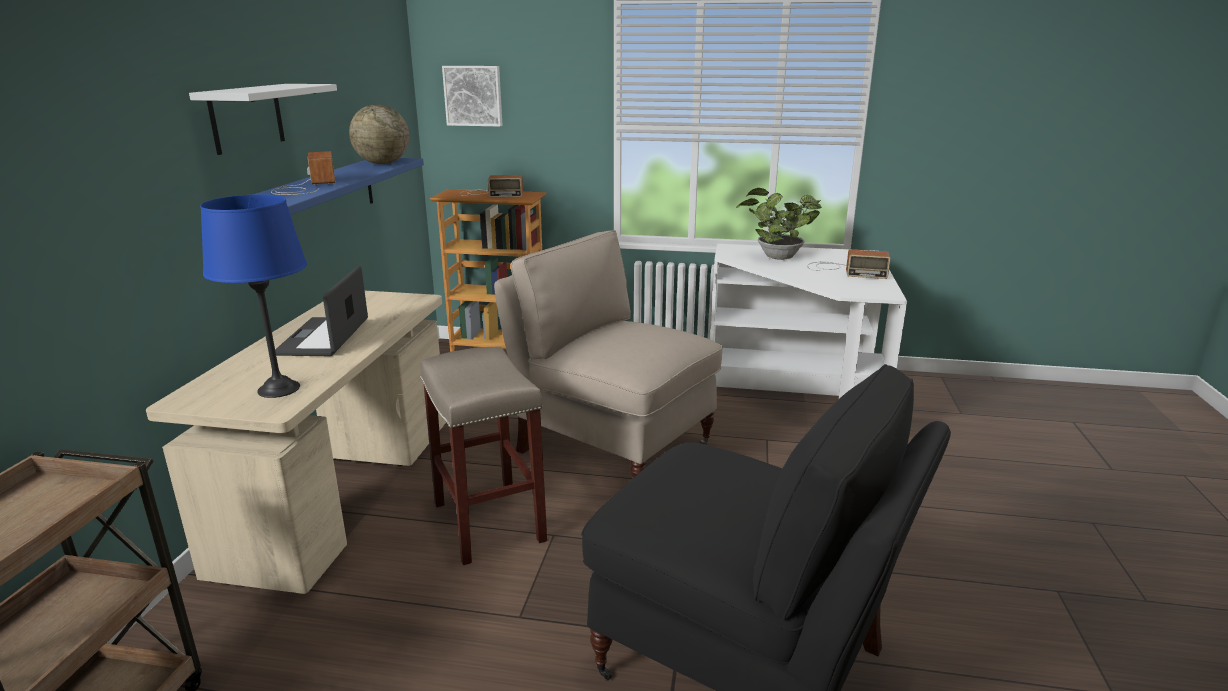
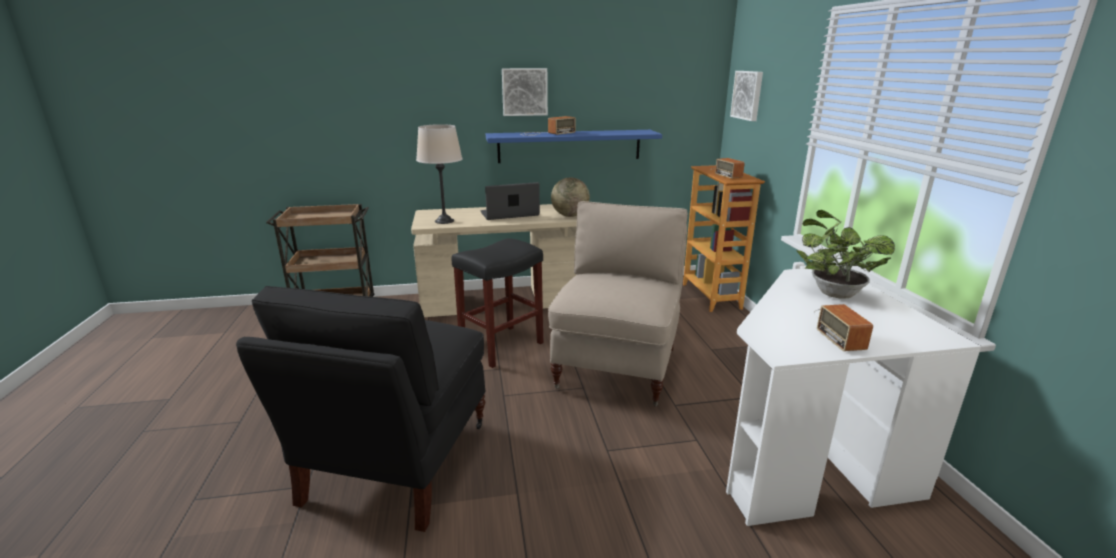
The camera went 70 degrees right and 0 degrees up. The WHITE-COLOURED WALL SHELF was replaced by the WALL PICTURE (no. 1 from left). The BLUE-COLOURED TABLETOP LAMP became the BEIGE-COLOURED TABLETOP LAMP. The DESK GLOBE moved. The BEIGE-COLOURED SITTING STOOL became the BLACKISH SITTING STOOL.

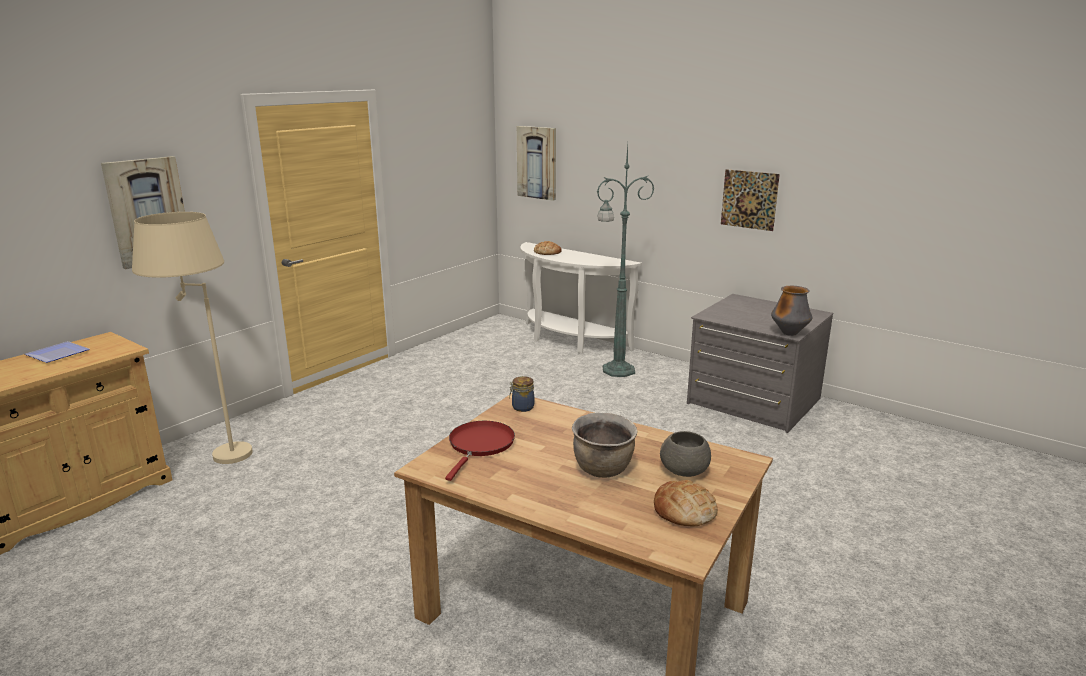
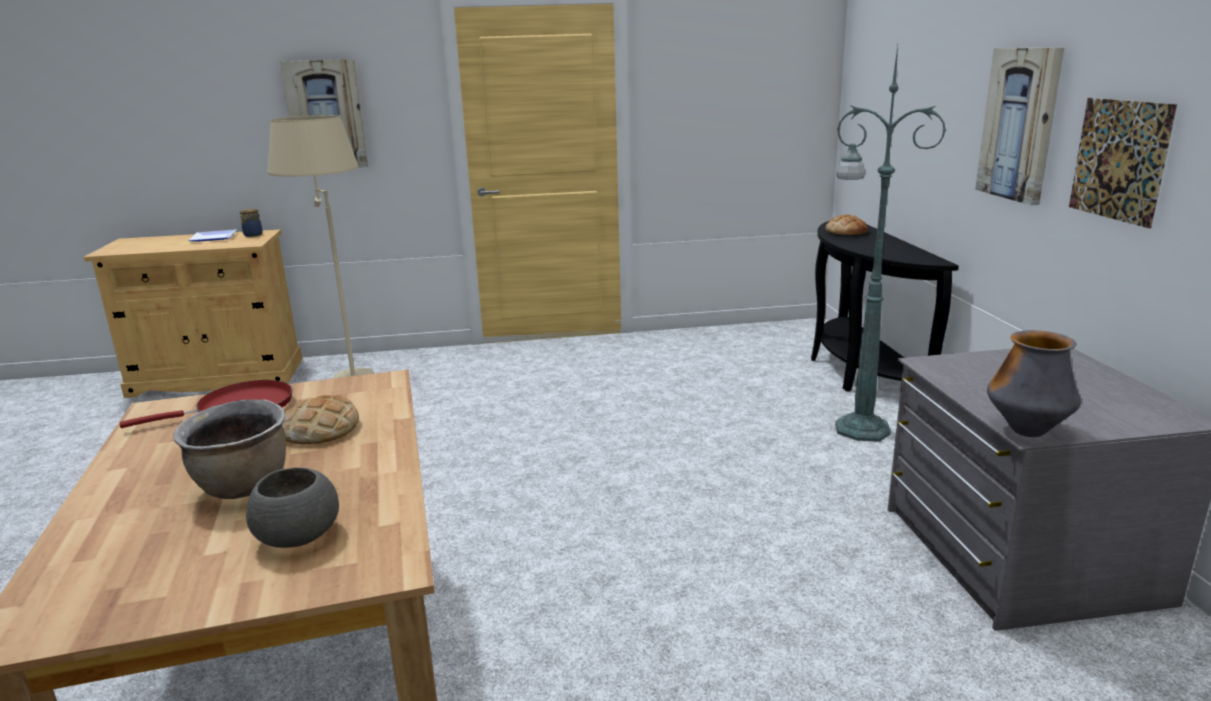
The camera went 45 degrees right and 0 degrees up. The JAR moved. The WALL PICTURE (no. 2 from left) moved. The WHITE-COLOURED CONSOLE TABLE became the BLACKISH CONSOLE TABLE. The BREAD (no. 2 from left in the first image) moved.

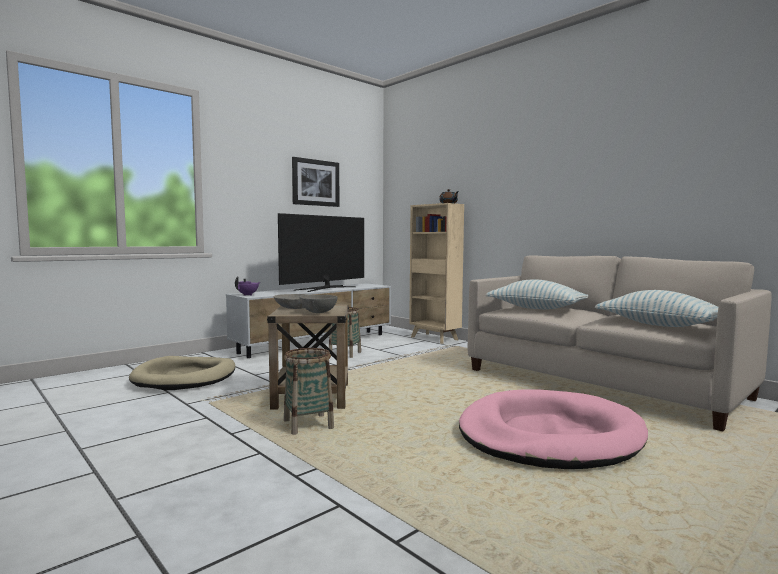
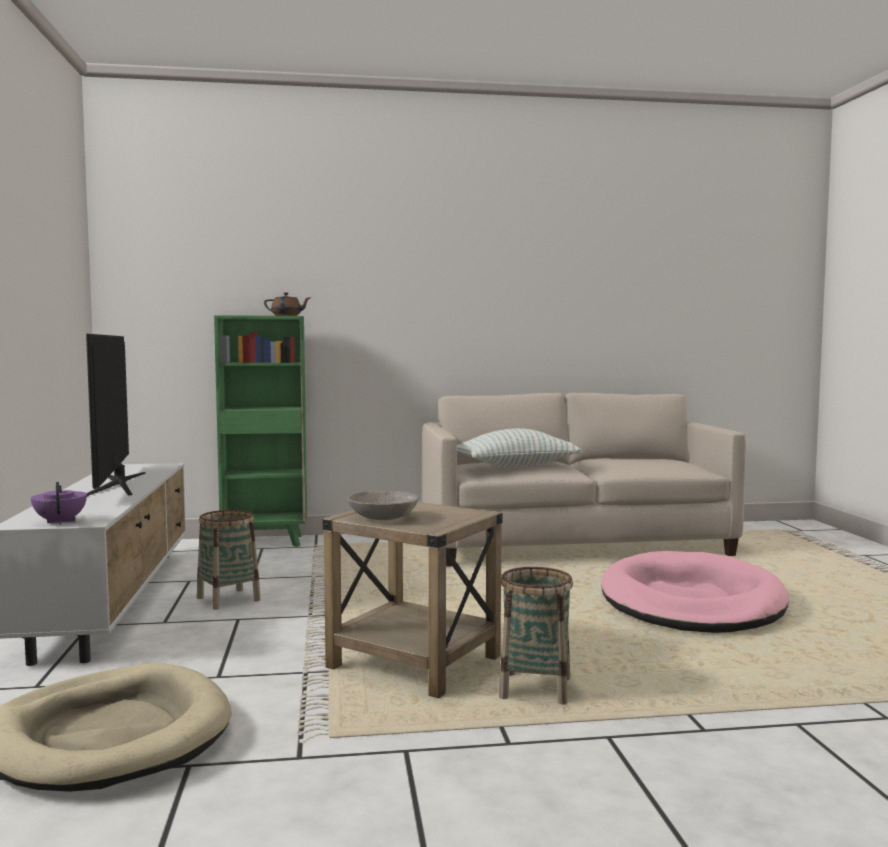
The camera went 55 degrees left and 0 degrees up. The WALL PICTURE disappeared. The GRAY SERVING BOWL (no. 2 from left) disappeared. The BEIGE-COLOURED BOOKCASE became the GREEN-COLOURED BOOKCASE. The CUSHION (no. 2 from left) disappeared.

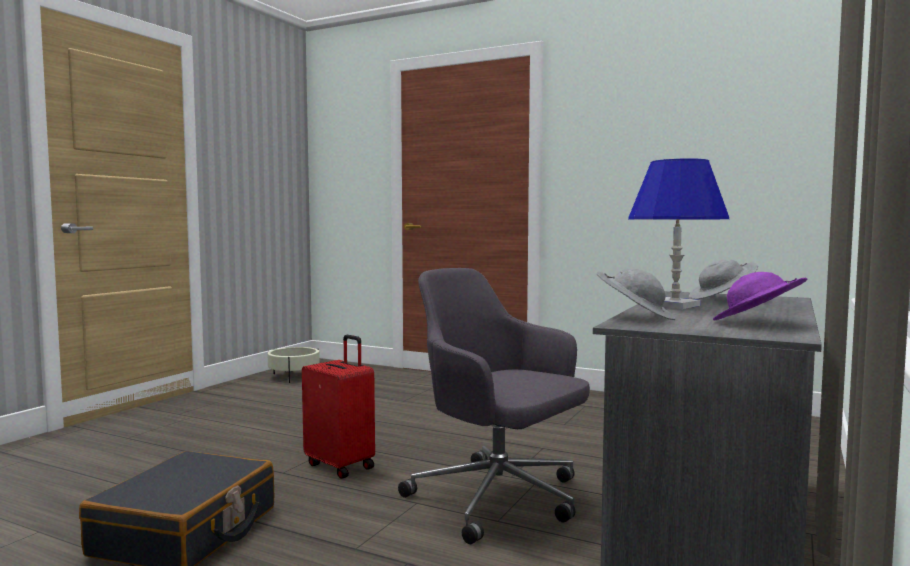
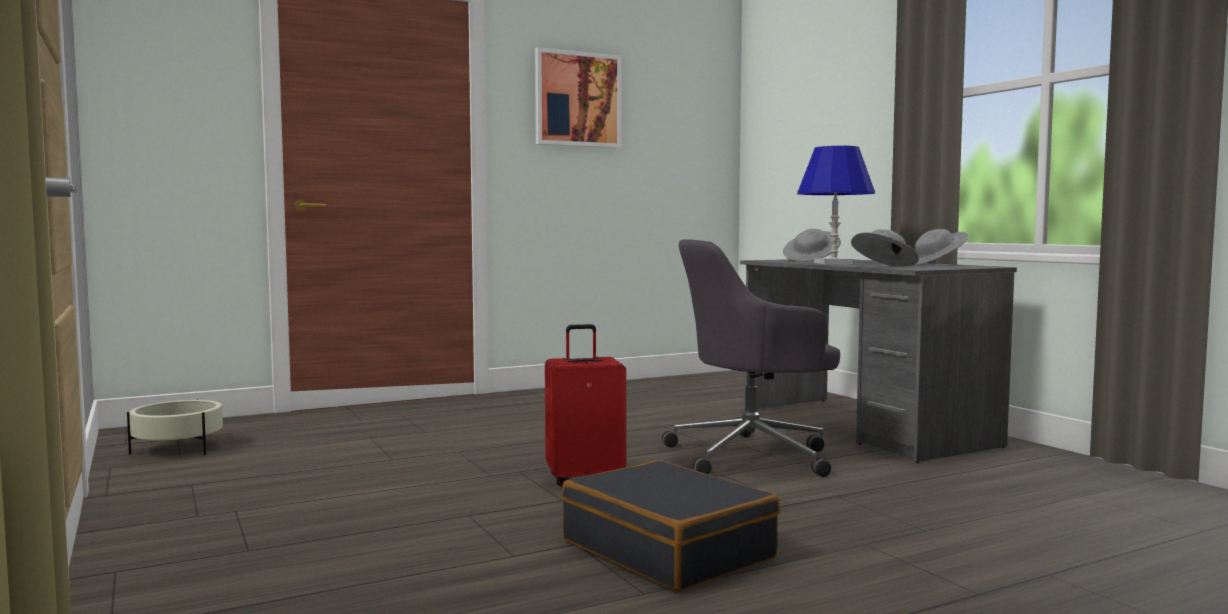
The camera went 55 degrees left and 0 degrees up. The PURPLE WEARABLE HAT became the GRAY WEARABLE HAT (no. 3 from left). The WALL PICTURE appeared.

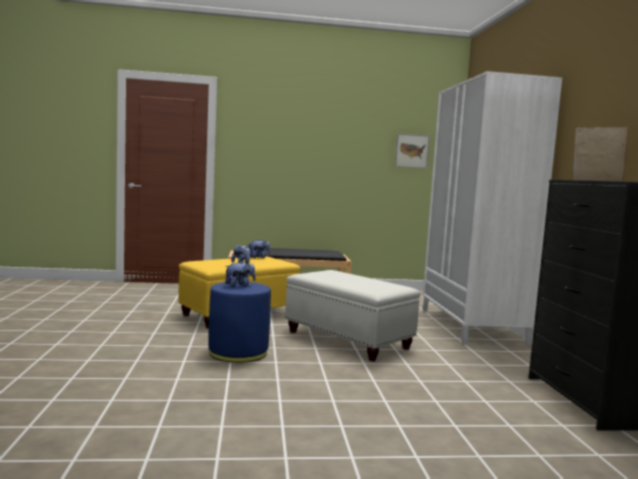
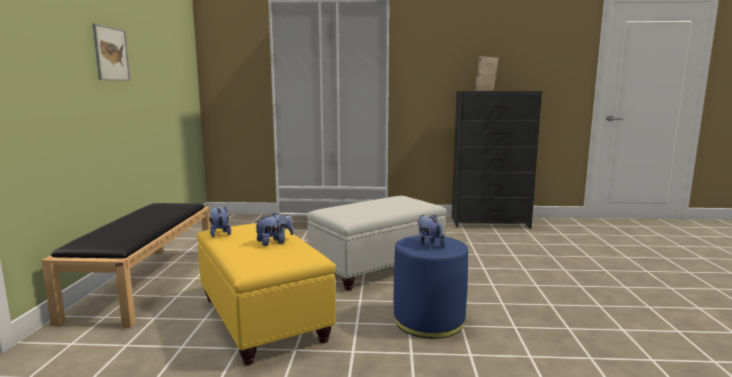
The camera went 80 degrees left and 5 degrees up. The WALL PICTURE moved.

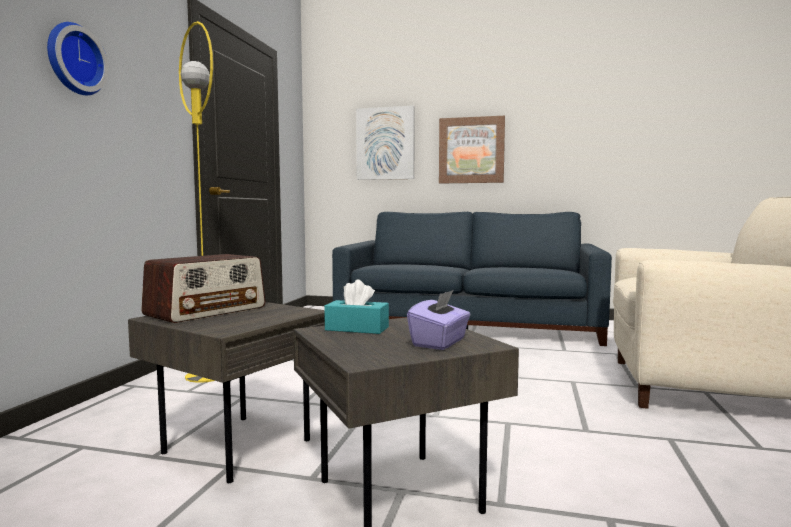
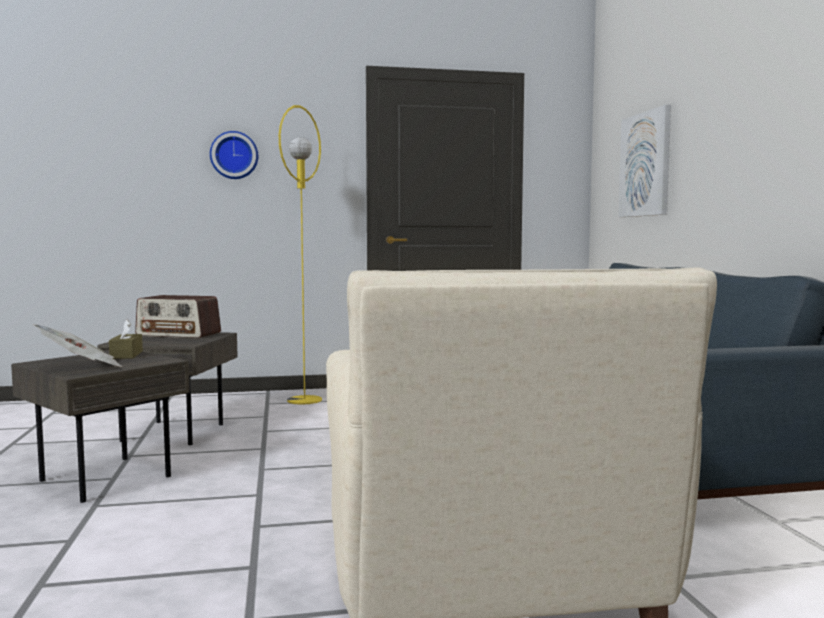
The camera went 65 degrees right and 0 degrees up. The TURQUOISE TISSUE BOX became the BROWNISH TISSUE BOX. The PURPLE TISSUE BOX was replaced by the NEWSPAPER. The WALL PICTURE (no. 2 from left) disappeared.

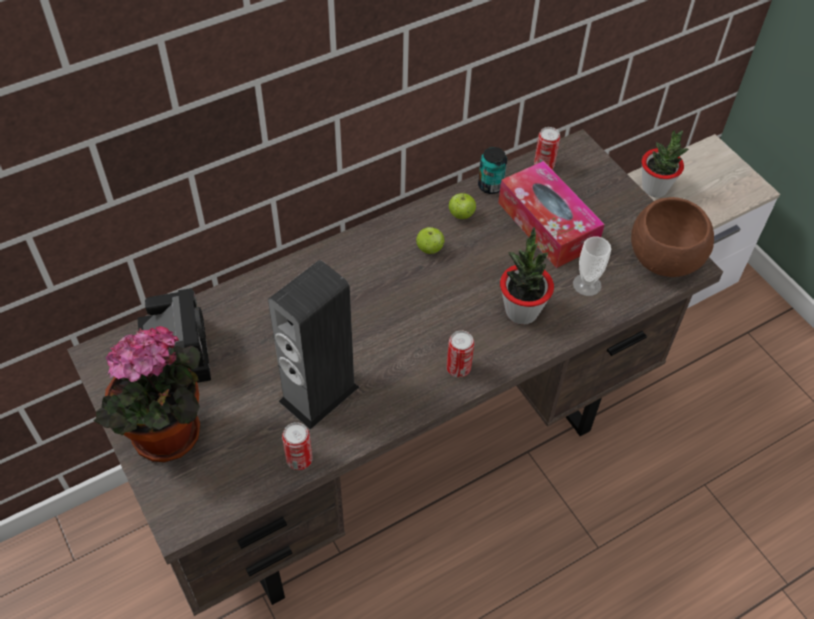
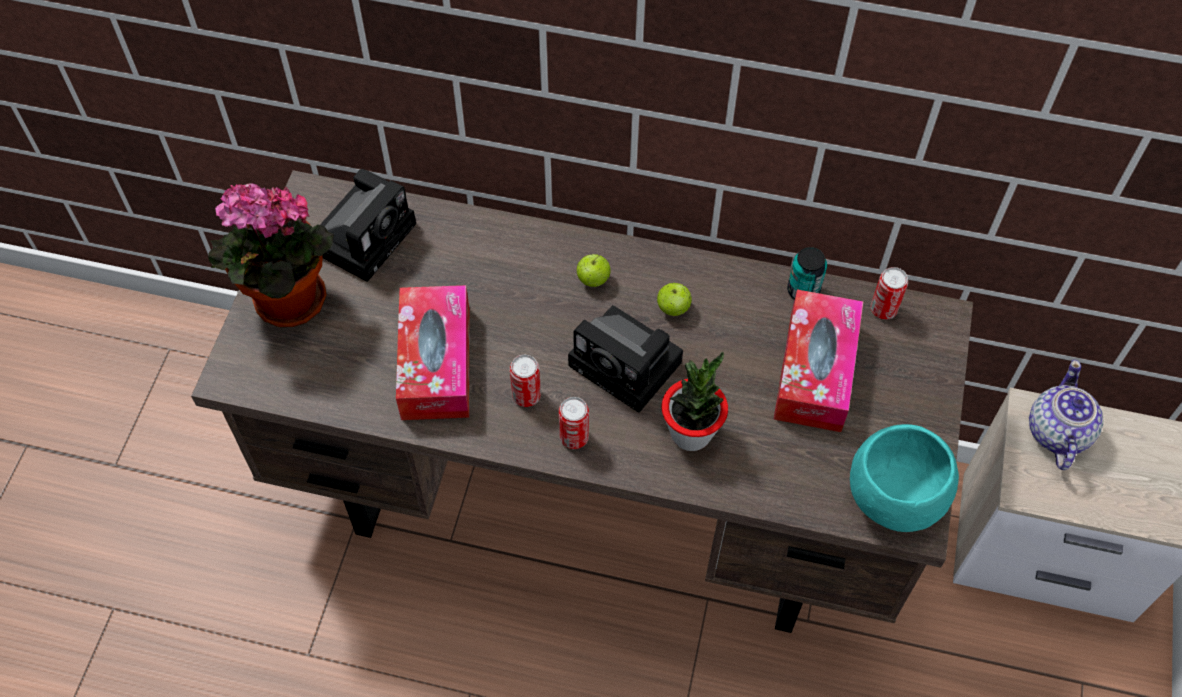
The camera went 45 degrees right and 5 degrees up. The LOUDSPEAKER was replaced by the TISSUE BOX (no. 1 from left). The METAL CAN (no. 1 from left) moved. The WHOLE APPLE (no. 2 from left in the first image) moved. The CUP disappeared. The BROWNISH SERVING BOWL became the TURQUOISE SERVING BOWL. The PLANT IN A POT (no. 3 from left) was replaced by the TEA POT. The STILL CAMERA (no. 2 from left) appeared.

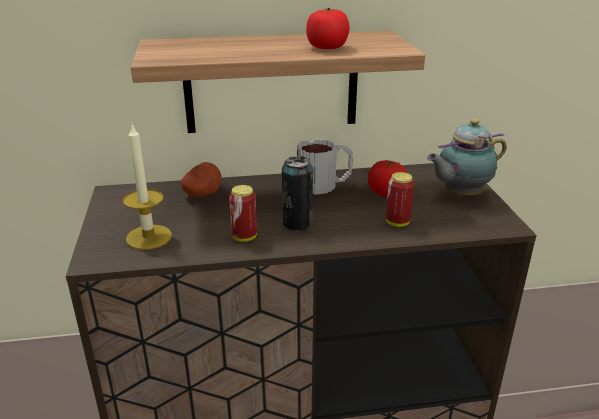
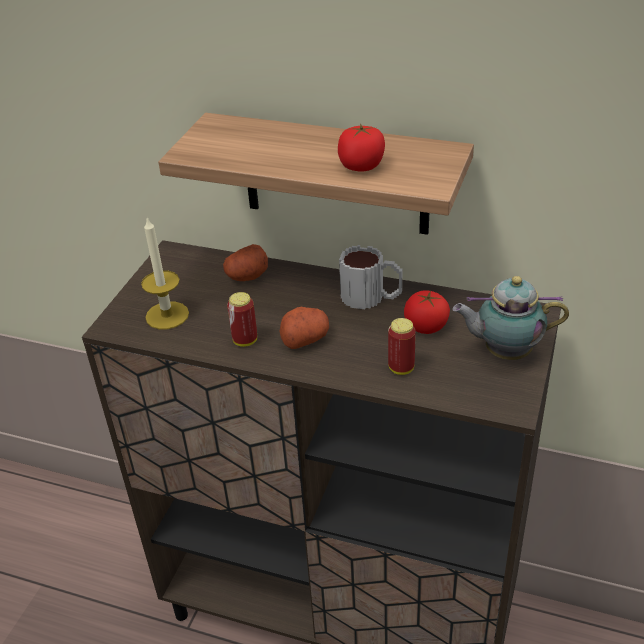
The camera went 30 degrees right and 10 degrees up. The METAL CAN (no. 2 from left) was replaced by the SPUD (no. 2 from left).

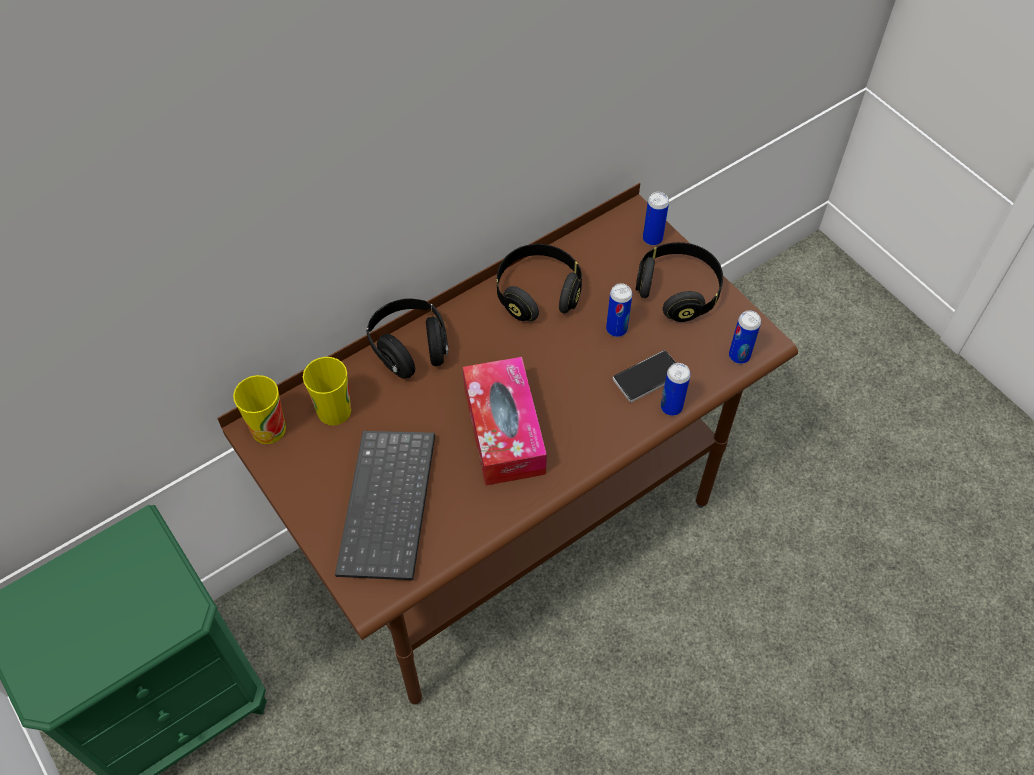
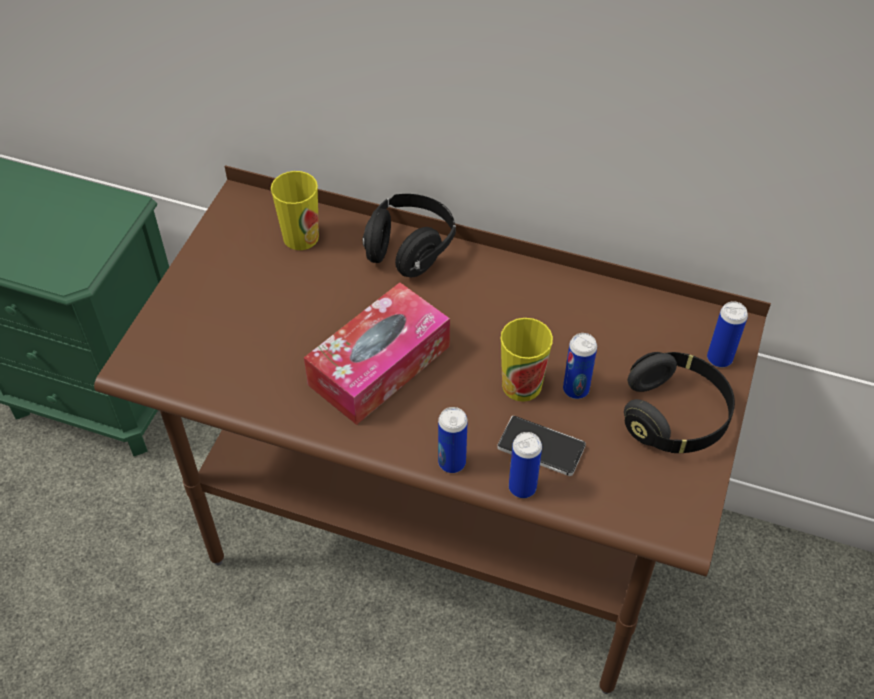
The camera went 55 degrees right and 5 degrees down. The CUP (no. 1 from left in the first image) moved. The COMPUTER KEYBOARD disappeared. The BLACKISH HEADPHONES (no. 2 from left) disappeared. The METAL CAN (no. 4 from left in the first image) moved.

